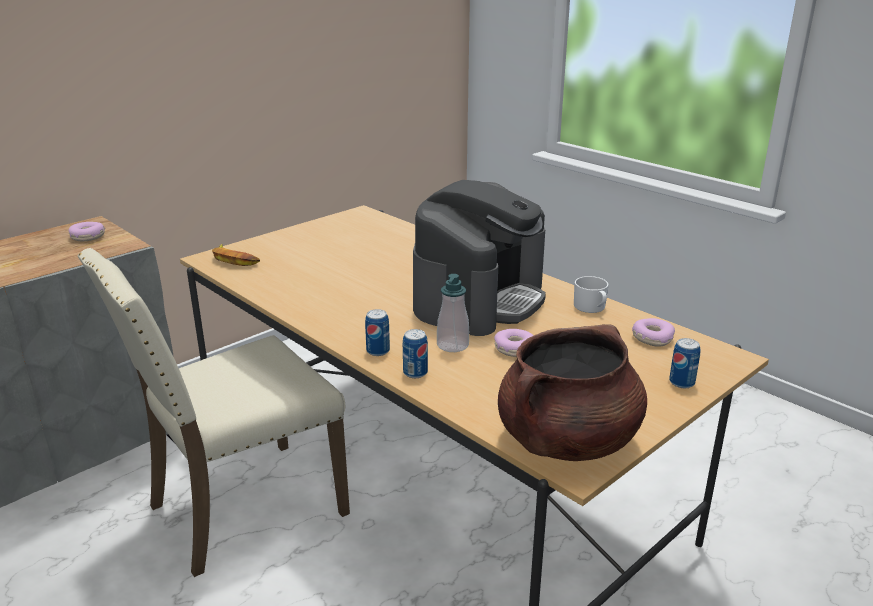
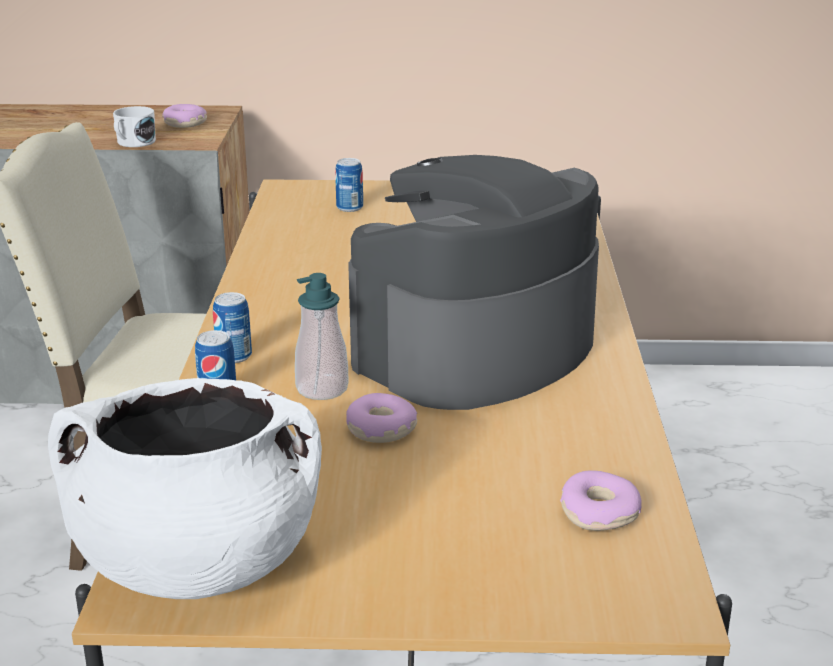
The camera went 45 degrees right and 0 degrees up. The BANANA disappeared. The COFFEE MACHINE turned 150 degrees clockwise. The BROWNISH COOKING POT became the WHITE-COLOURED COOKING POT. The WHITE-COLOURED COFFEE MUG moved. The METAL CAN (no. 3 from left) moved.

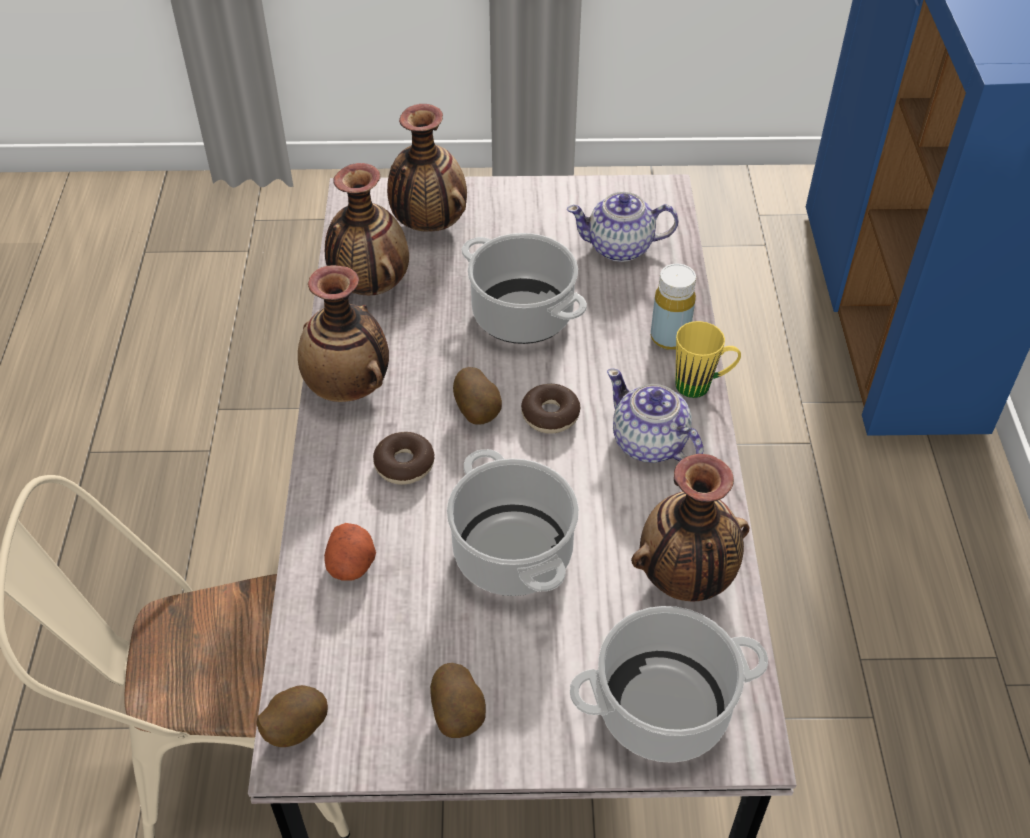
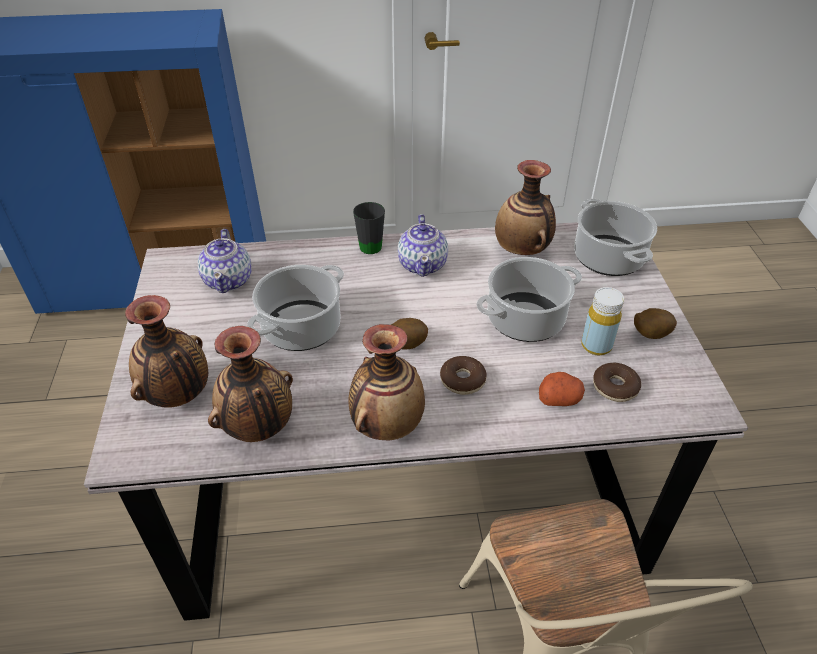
The camera went 95 degrees left and 5 degrees down. The SPUD (no. 1 from left) disappeared. The DOUGHNUT (no. 2 from left) moved. The TEA POT (no. 2 from left) turned 45 degrees counterclockwise. The YELLOW-COLOURED BEVERAGE BOTTLE moved. The YELLOW-COLOURED COFFEE MUG became the BLACKISH COFFEE MUG.

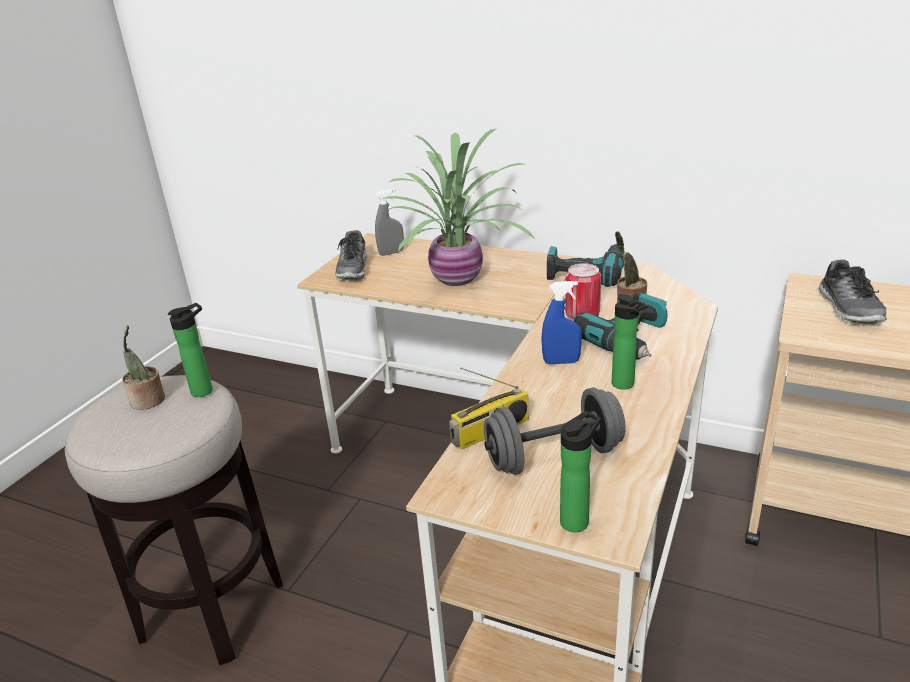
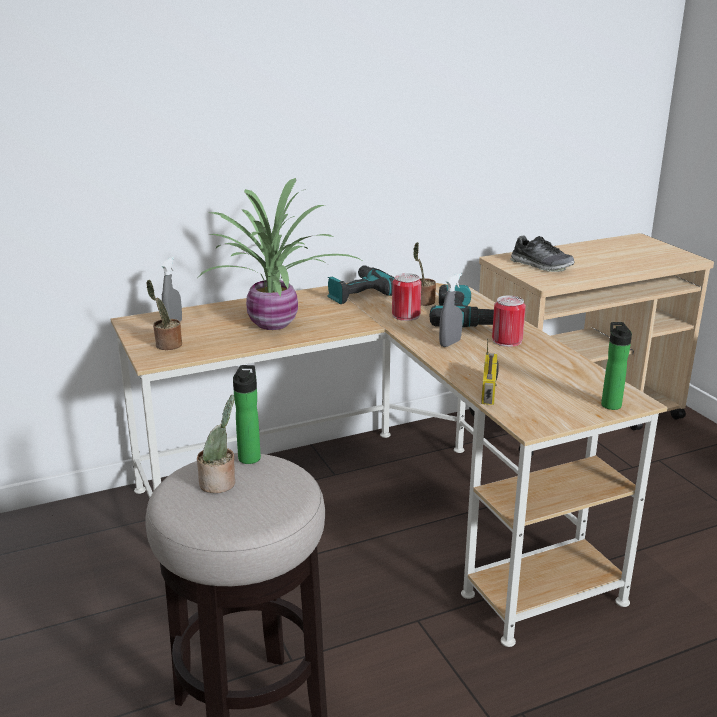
The camera went 50 degrees left and 5 degrees down. The ITEM OF FOOTWEAR (no. 1 from left) was replaced by the PLANT IN A POT (no. 1 from left). The GRAY FREE WEIGHT disappeared. The BLUE-COLOURED SPRAY BOTTLE became the GRAY SPRAY BOTTLE (no. 2 from left). The BEVERAGE BOTTLE (no. 3 from left) was replaced by the METAL CAN (no. 2 from left).

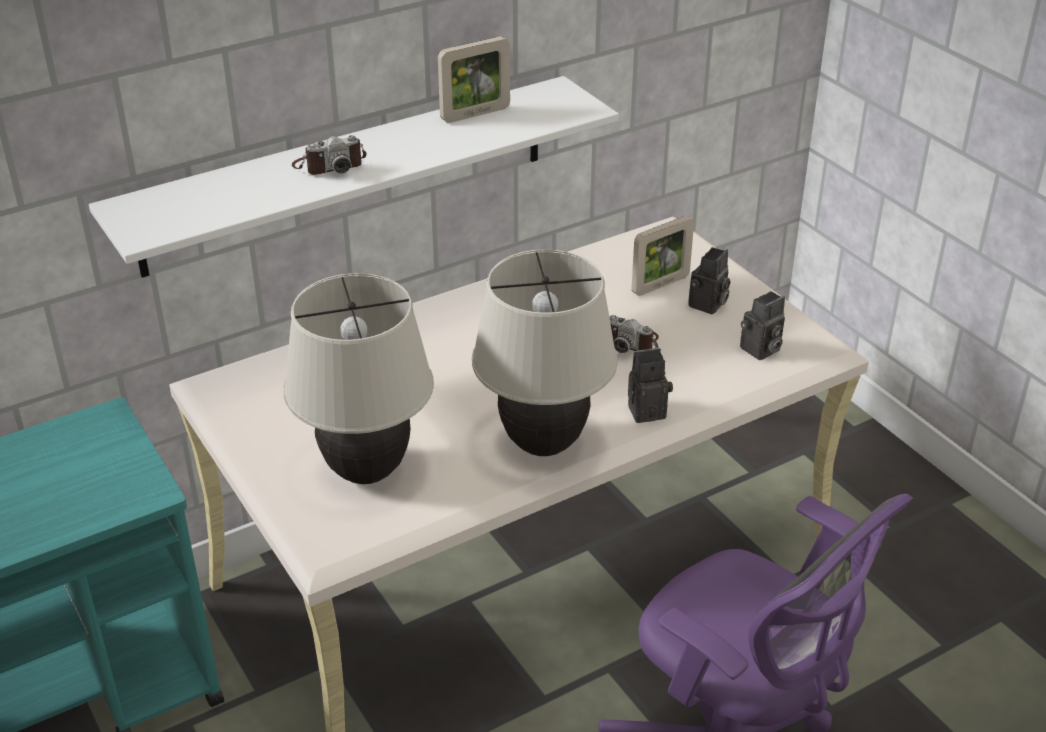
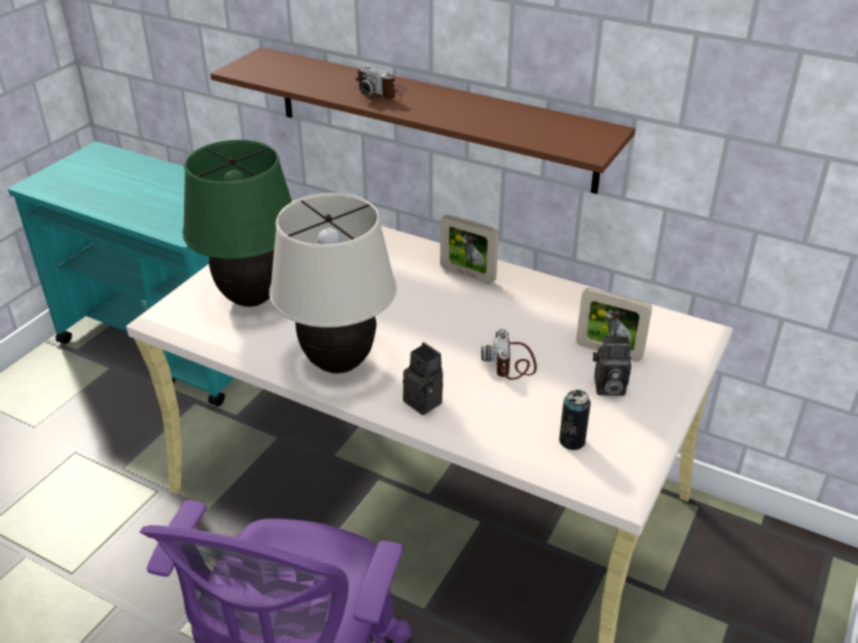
The camera went 60 degrees right and 0 degrees up. The WHITE-COLOURED WALL SHELF became the BROWNISH WALL SHELF. The BEIGE-COLOURED TABLETOP LAMP (no. 1 from left) became the GREEN-COLOURED TABLETOP LAMP. The PICTURE FRAME (no. 1 from left) moved. The STILL CAMERA (no. 5 from left) was replaced by the METAL CAN.

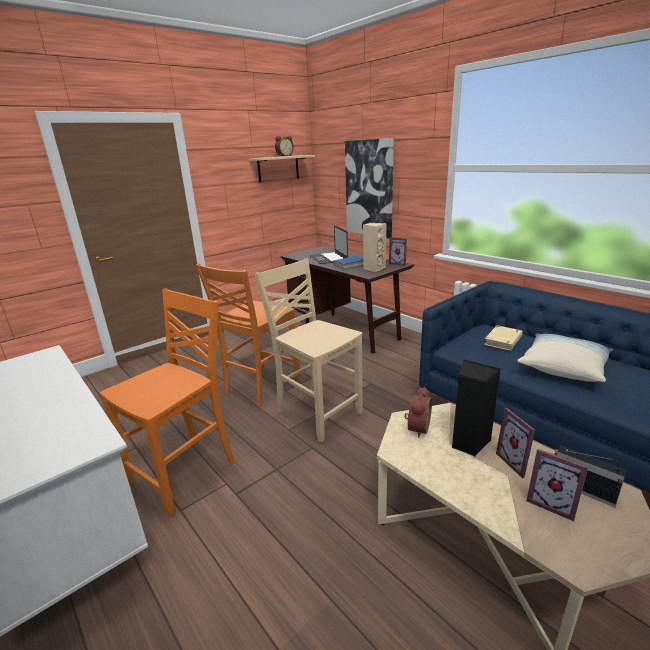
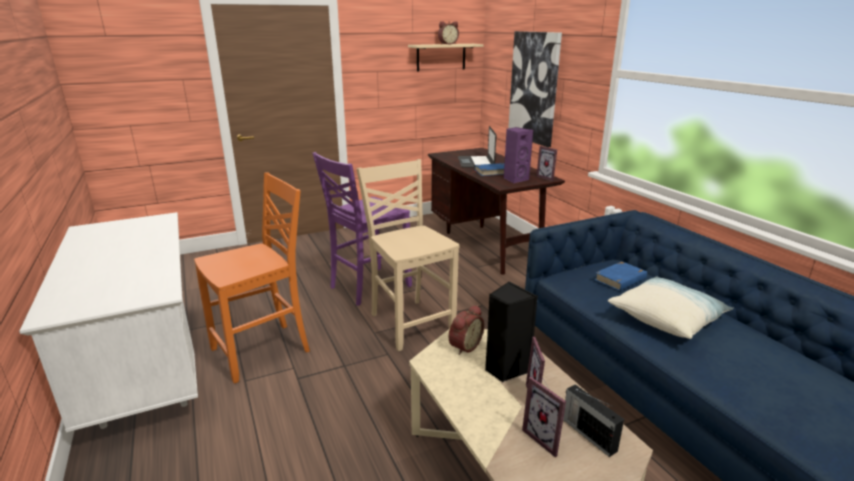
The camera went 15 degrees right and 0 degrees up. The ORANGE PLAIN CHAIR (no. 2 from left) became the PURPLE PLAIN CHAIR. The BEIGE-COLOURED LOUDSPEAKER became the PURPLE LOUDSPEAKER. The BEIGE-COLOURED BOOK became the BLUE-COLOURED BOOK (no. 2 from left).

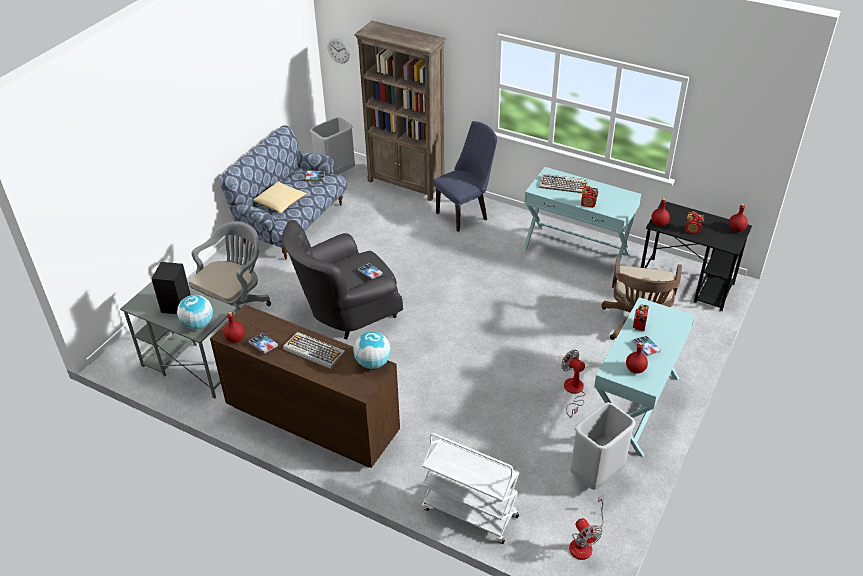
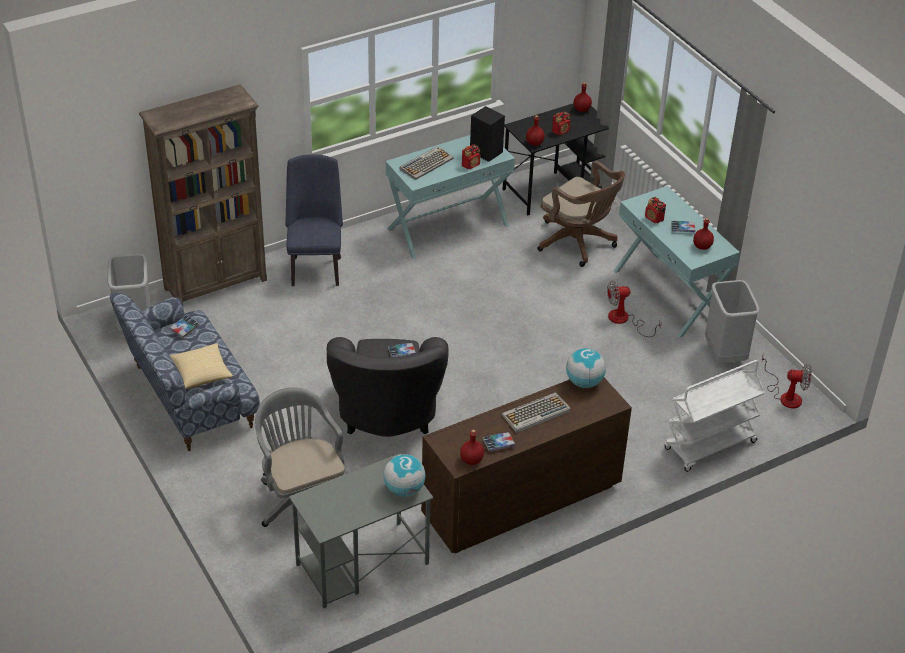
The camera went 60 degrees left and 0 degrees up. The BLACKISH LOUDSPEAKER moved. The CLOCK ON THE WALL disappeared.

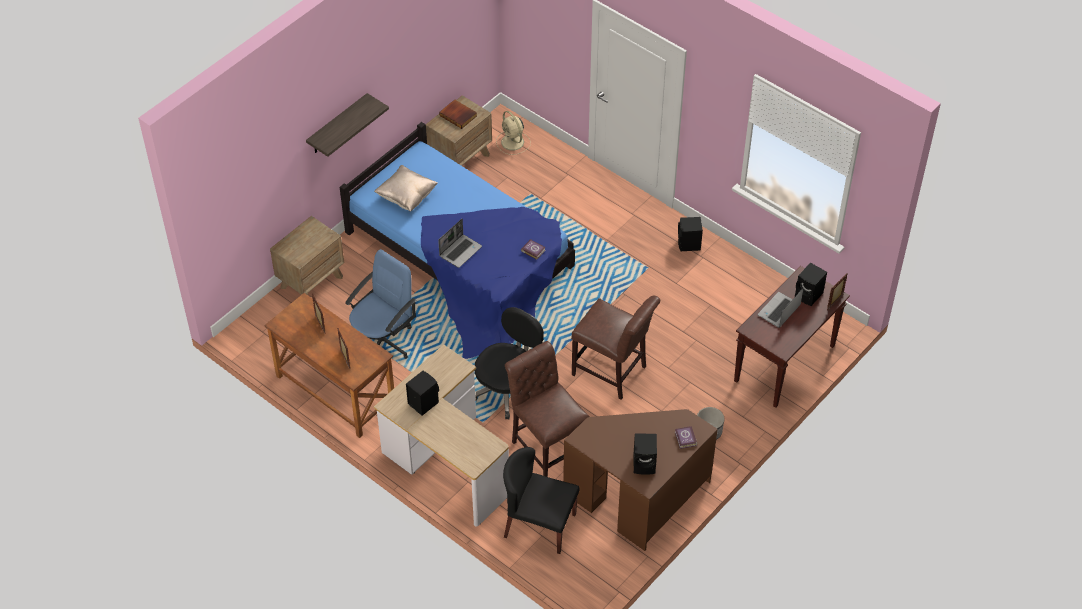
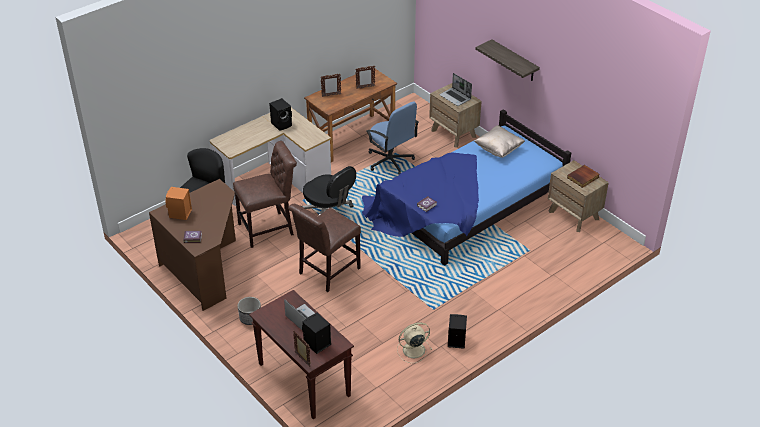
The camera went 100 degrees right and 10 degrees down. The NOTEBOOK COMPUTER (no. 1 from left in the first image) moved. The BEIGE-COLOURED ELECTRIC FAN moved. The BLACKISH LOUDSPEAKER (no. 2 from left) became the ORANGE LOUDSPEAKER.

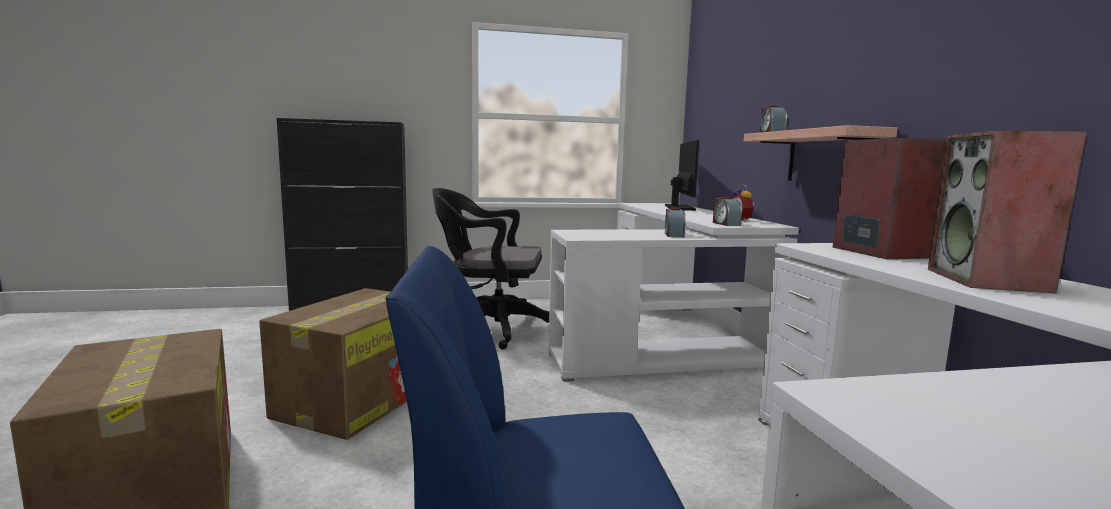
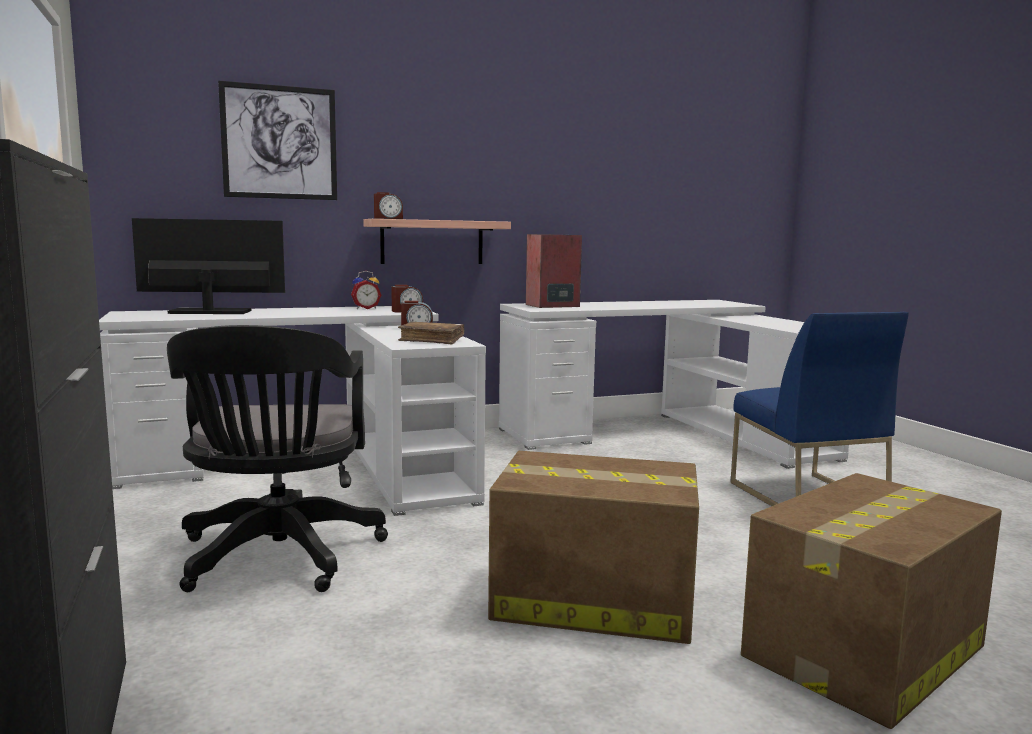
The camera went 100 degrees left and 0 degrees up. The LOUDSPEAKER (no. 2 from left) disappeared. The WALL PICTURE appeared. The BROWNISH BOOK appeared.

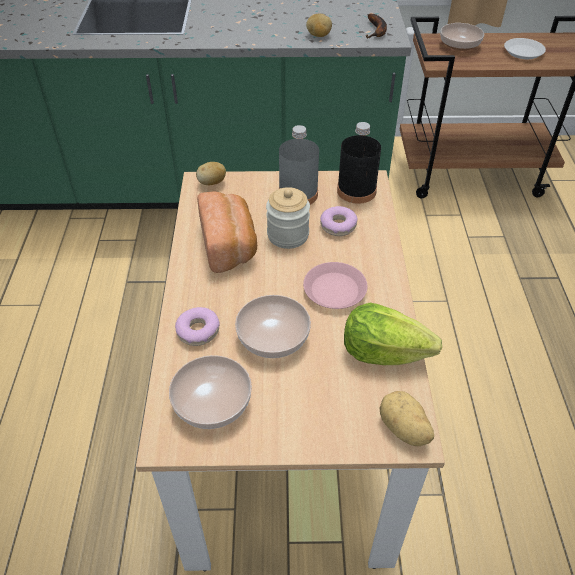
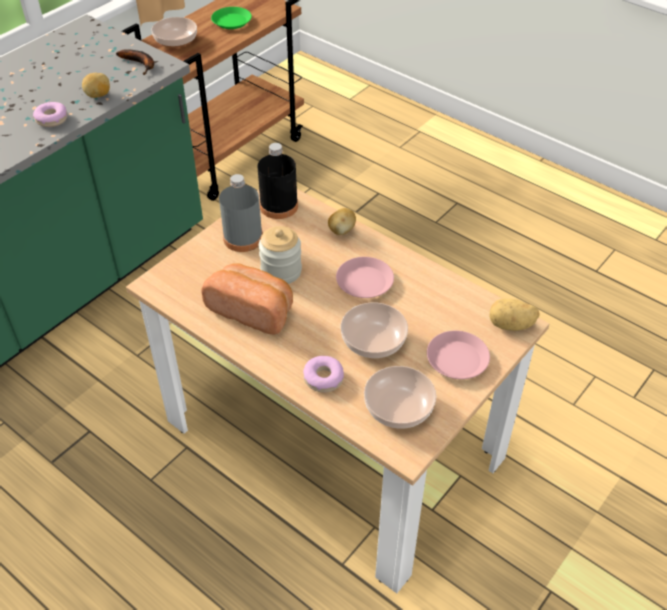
The camera went 50 degrees left and 0 degrees up. The SPUD (no. 1 from left in the first image) moved. The DOUGHNUT (no. 2 from left in the first image) moved. The LETTUCE HEAD disappeared. The WHITE-COLOURED DINNER PLATE became the GREEN-COLOURED DINNER PLATE. The PINKISH DINNER PLATE (no. 2 from left) appeared.

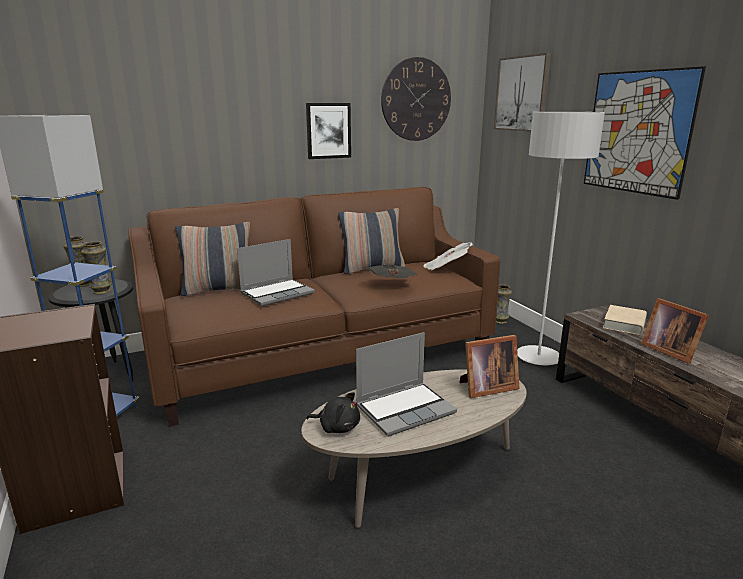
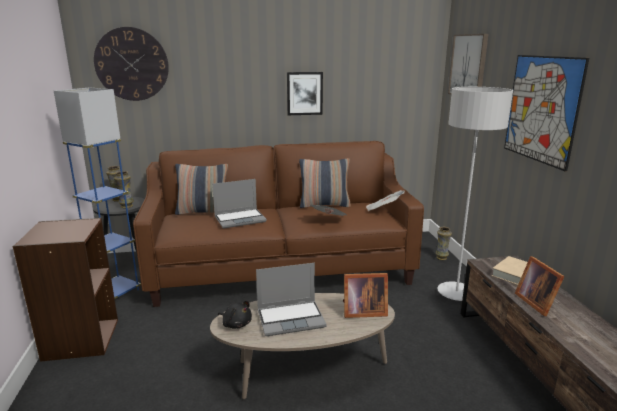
The camera went 15 degrees right and 0 degrees up. The CLOCK ON THE WALL moved.

